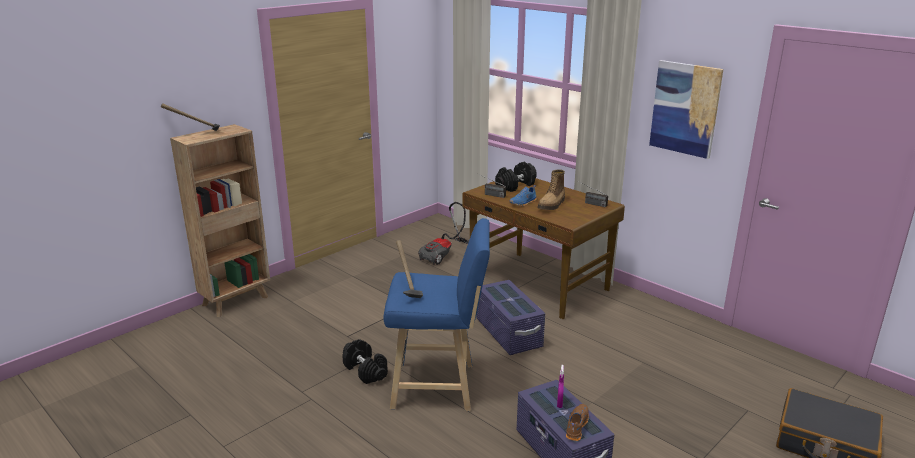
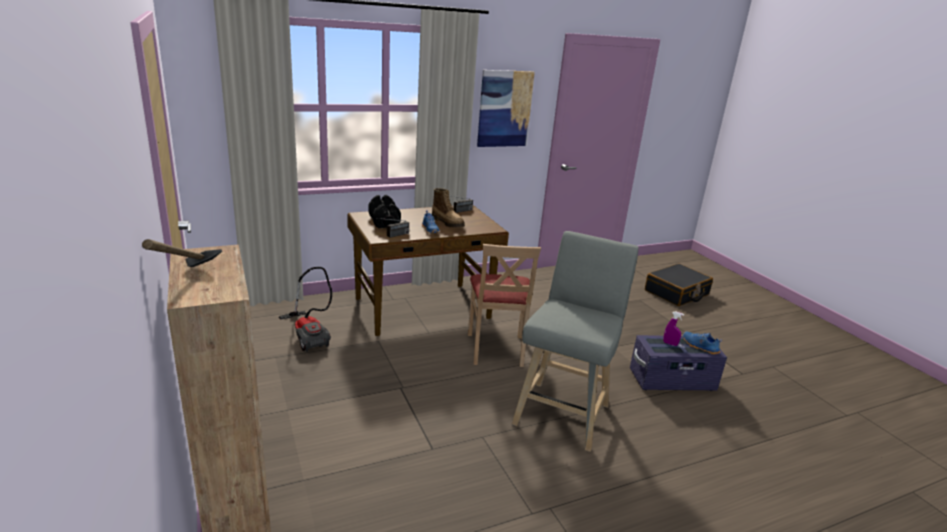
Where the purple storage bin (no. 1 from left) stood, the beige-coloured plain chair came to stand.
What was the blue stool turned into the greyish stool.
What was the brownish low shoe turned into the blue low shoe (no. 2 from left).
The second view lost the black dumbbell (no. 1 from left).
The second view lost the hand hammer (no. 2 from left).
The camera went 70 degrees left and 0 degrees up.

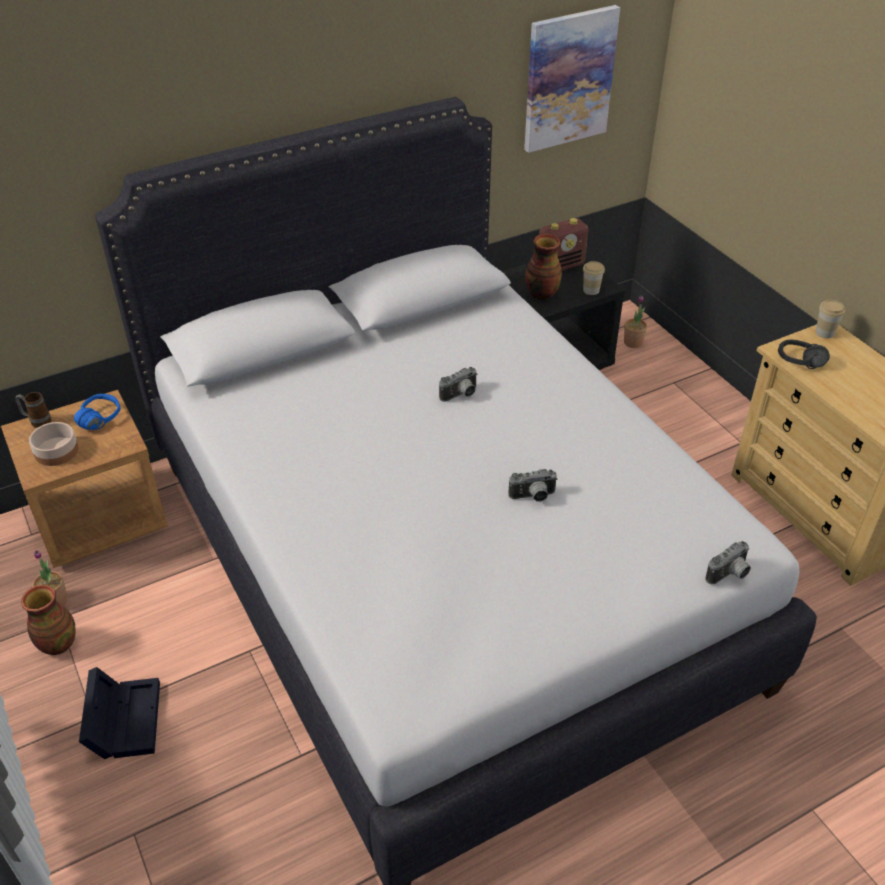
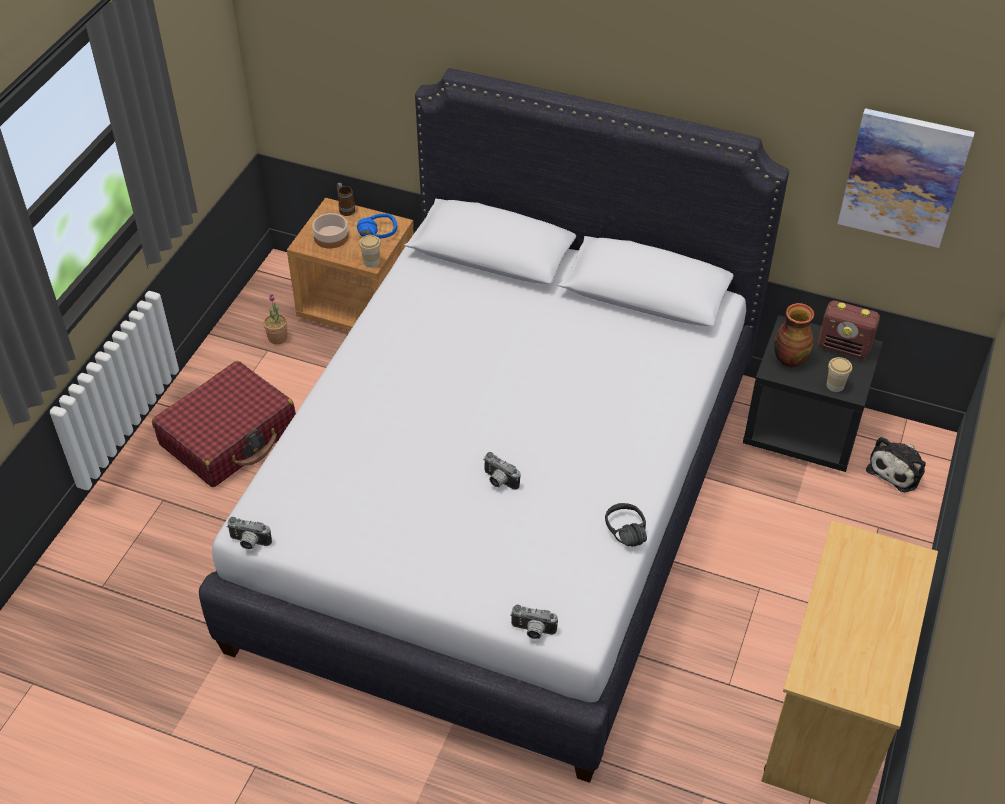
Where the black storage bin stood, the red-coloured travel case came to stand.
The still camera (no. 1 from left) ended up elsewhere.
The small cup (no. 2 from left in the first image) ended up elsewhere.
The black headphones ended up elsewhere.
Where the houseplant (no. 2 from left) stood, the plush toy came to stand.
The second view lost the decorative vase (no. 1 from left).
The camera went 50 degrees right and 5 degrees up.

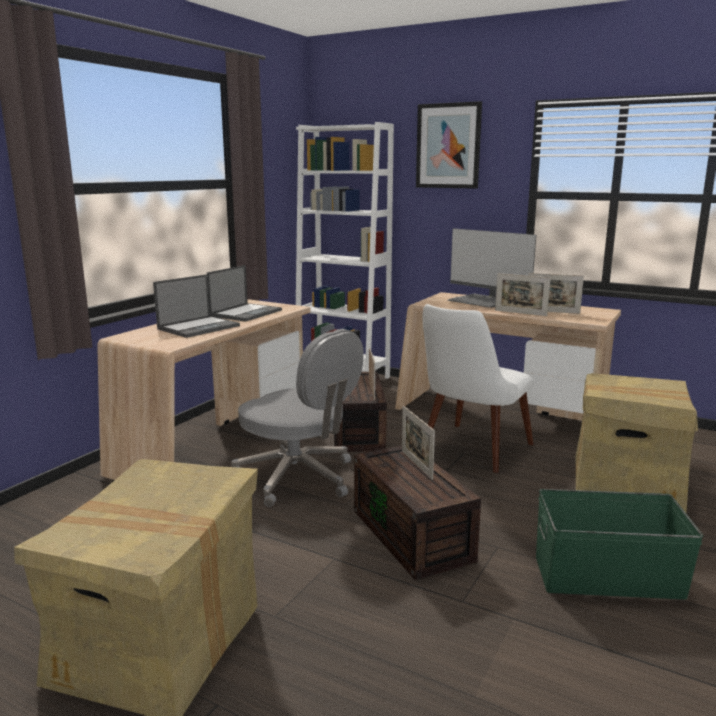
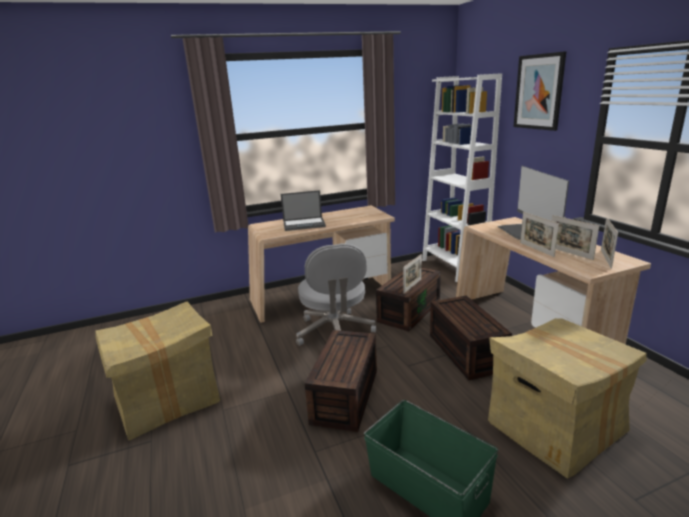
Where the white-coloured plain chair stood, the brownish storage bin (no. 3 from left) came to stand.
The photo frame (no. 2 from left in the first image) ended up elsewhere.
The second view lost the laptop (no. 2 from left).
The camera went 40 degrees right and 5 degrees up.

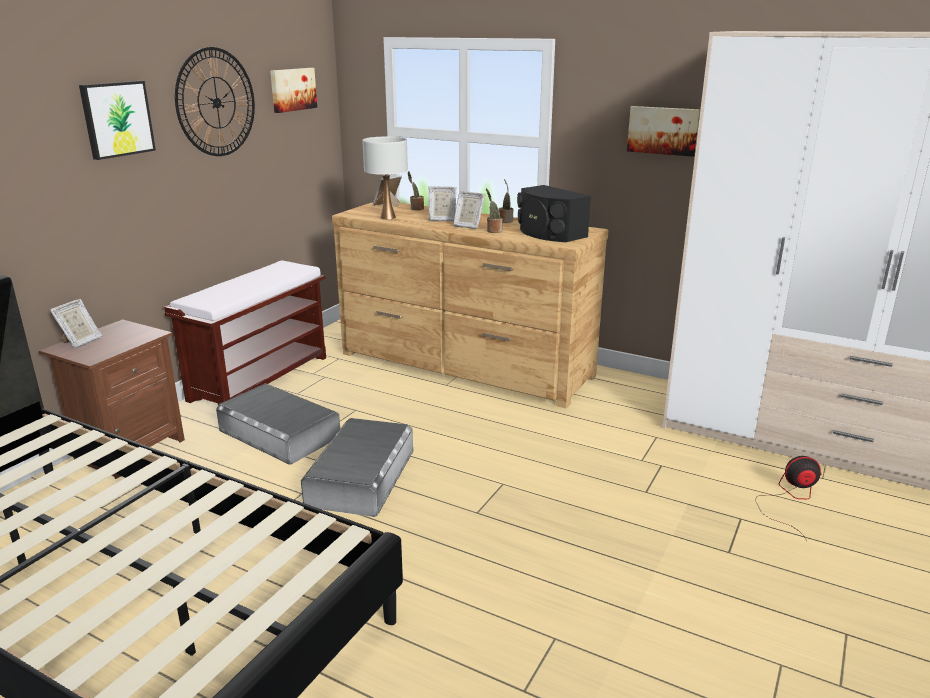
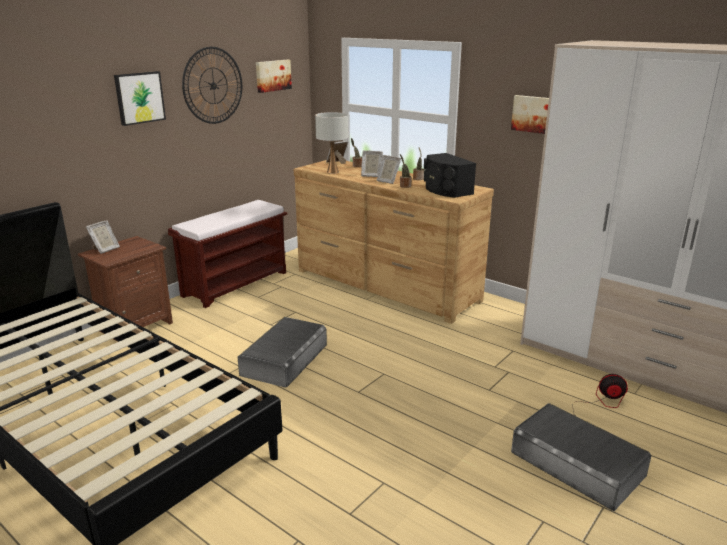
The greyish storage bin (no. 1 from left in the first image) ended up elsewhere.
The camera went 10 degrees right and 0 degrees up.

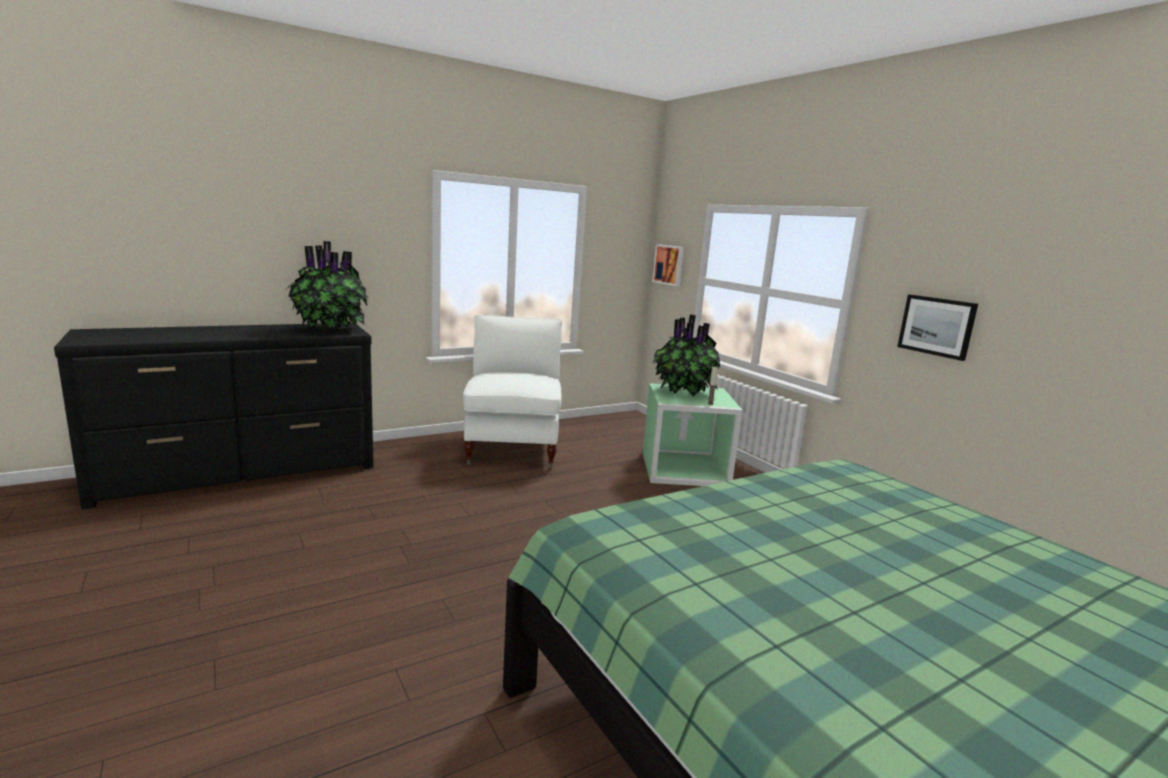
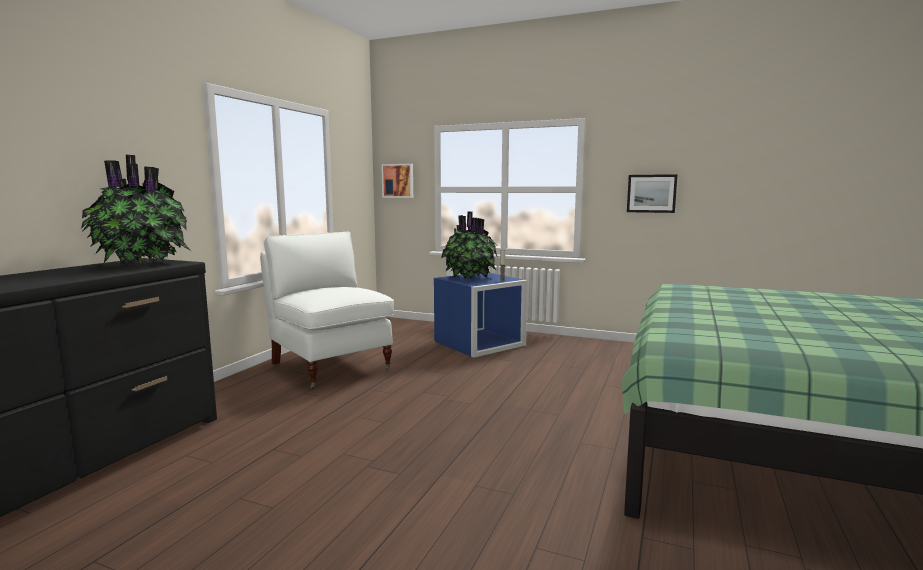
What was the green storage bin turned into the blue storage bin.
The camera went 35 degrees left and 5 degrees down.

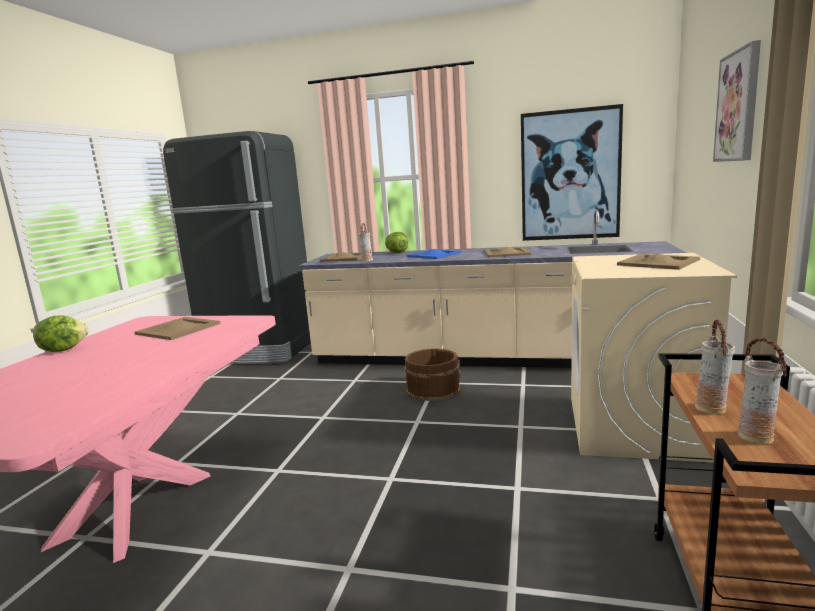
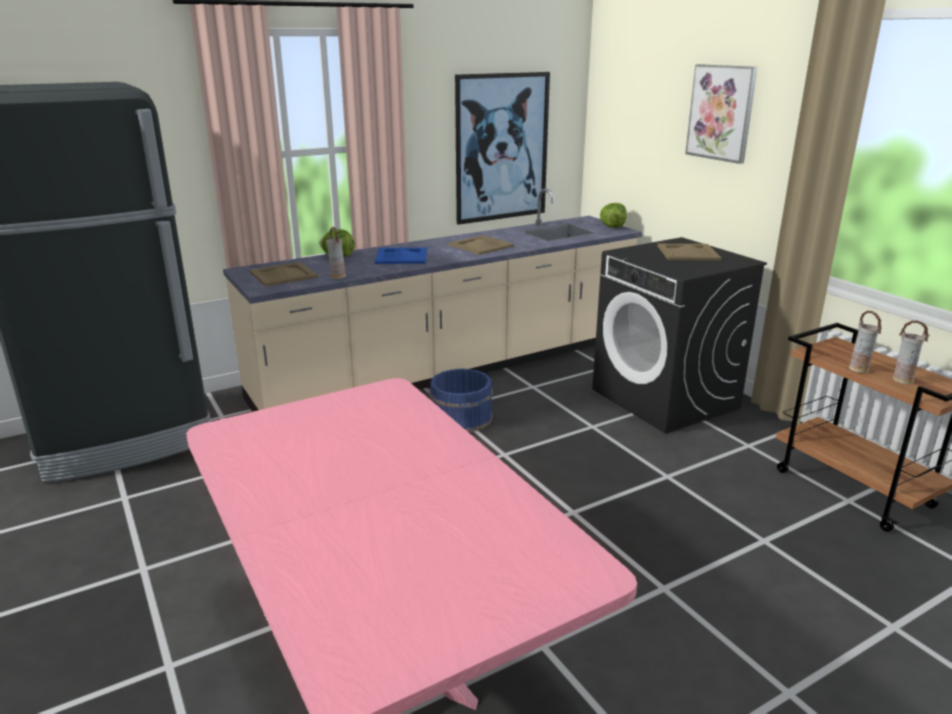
What was the brownish bucket turned into the blue bucket.
What was the beige-coloured laundry appliance turned into the black laundry appliance.
The lettuce head (no. 1 from left in the first image) ended up elsewhere.
The second view lost the beige-coloured carrying tray (no. 1 from left).
The camera went 45 degrees left and 10 degrees up.

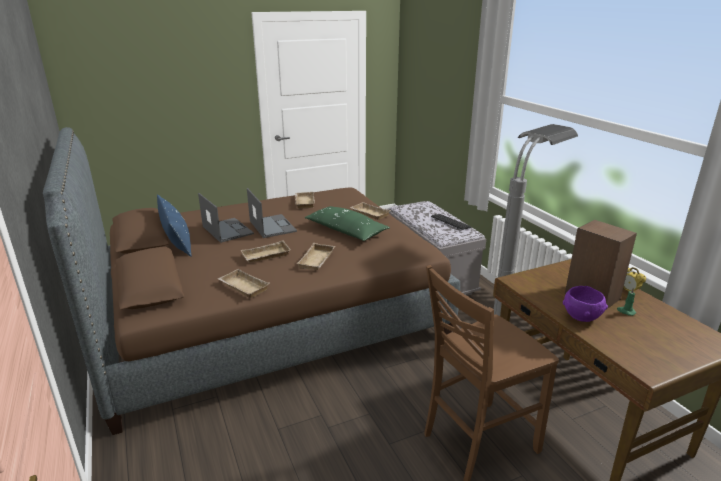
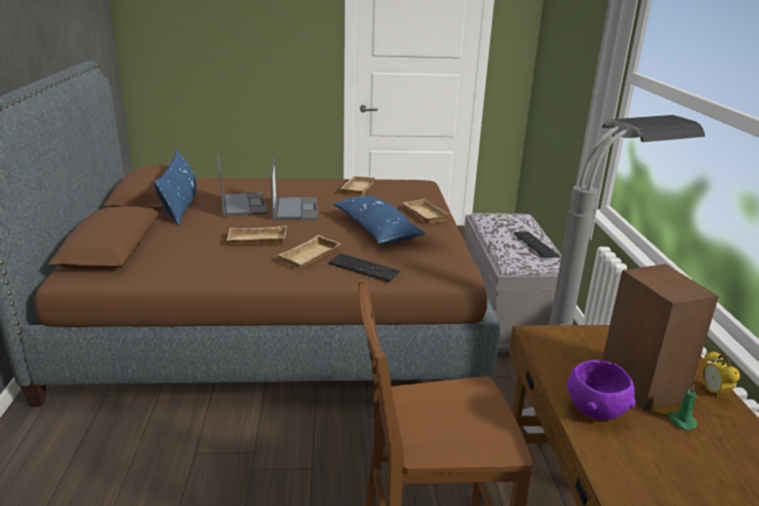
The second view gained the computer keyboard (no. 1 from left).
What was the green throw pillow turned into the blue throw pillow (no. 2 from left).
The second view lost the beige-coloured carrying tray (no. 1 from left).
The camera went 20 degrees right and 0 degrees up.

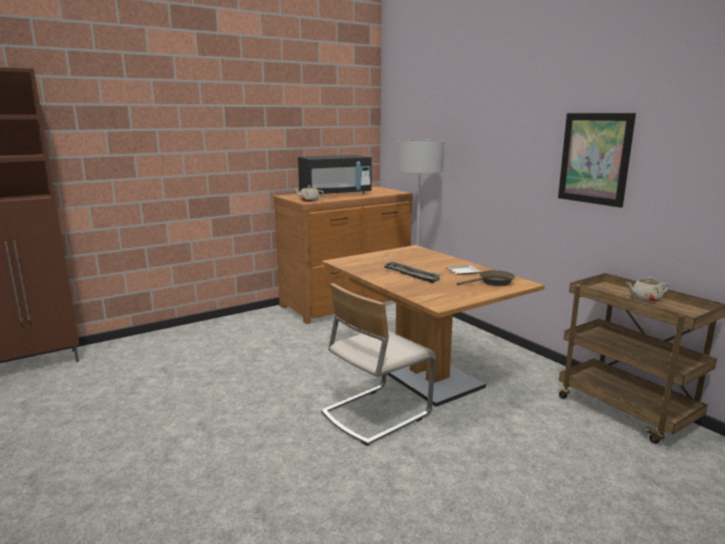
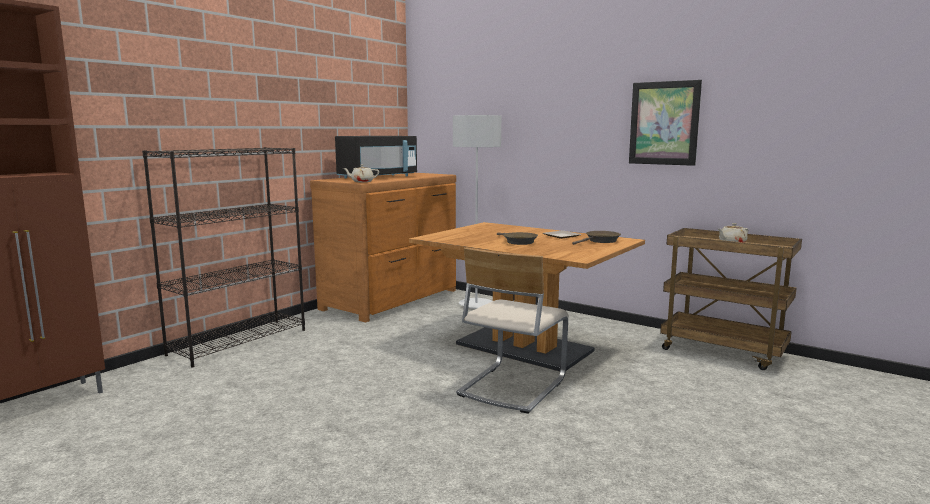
The second view gained the black bookcase.
Where the carrying tray stood, the brownish pan (no. 1 from left) came to stand.
The camera went 20 degrees left and 5 degrees down.

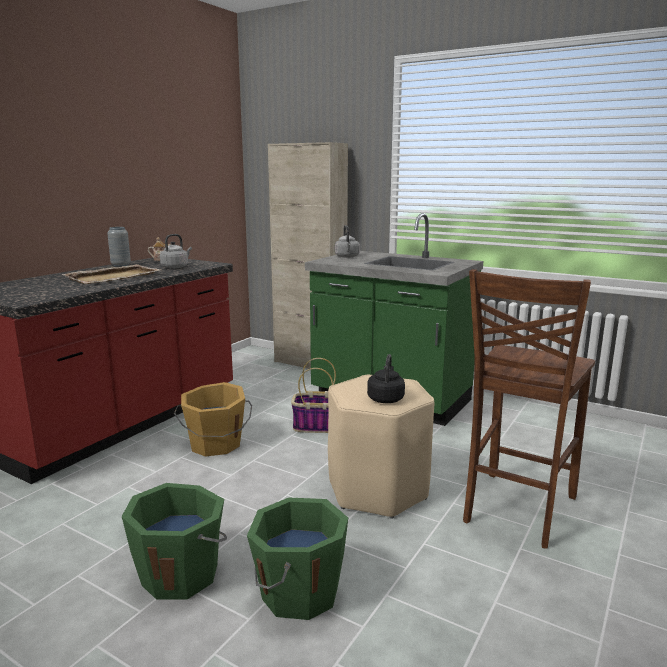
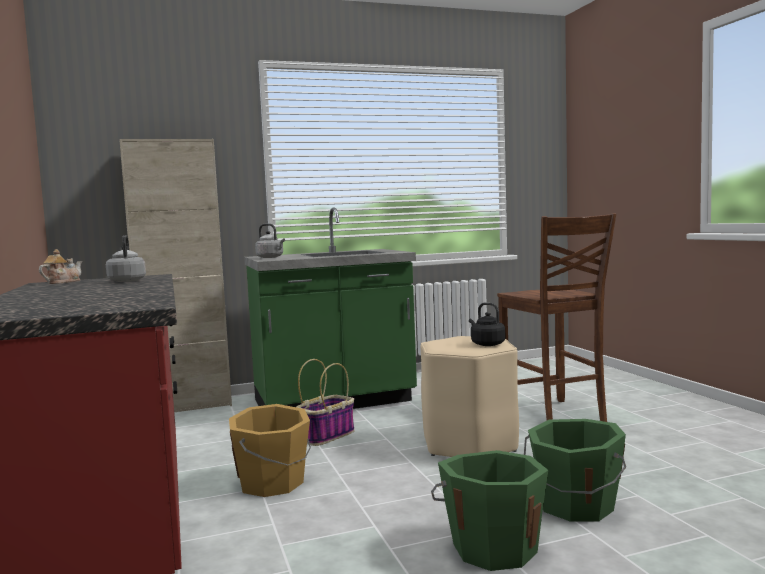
The second view lost the beige-coloured carrying tray.
The second view lost the greyish decorative vase.
The camera went 50 degrees left and 10 degrees down.

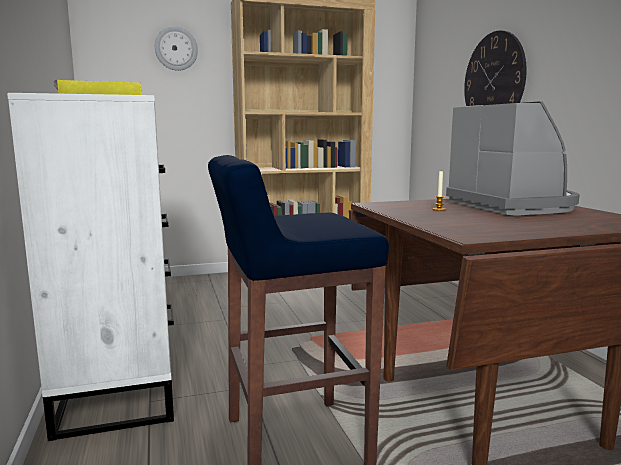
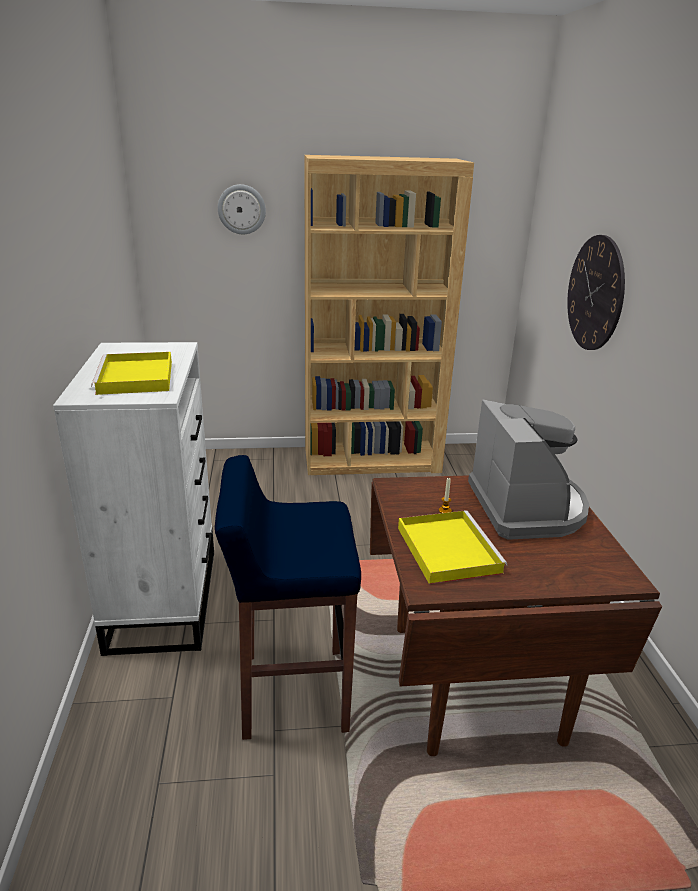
The second view gained the yellow-coloured carrying tray (no. 2 from left).
The camera went 10 degrees right and 15 degrees up.

